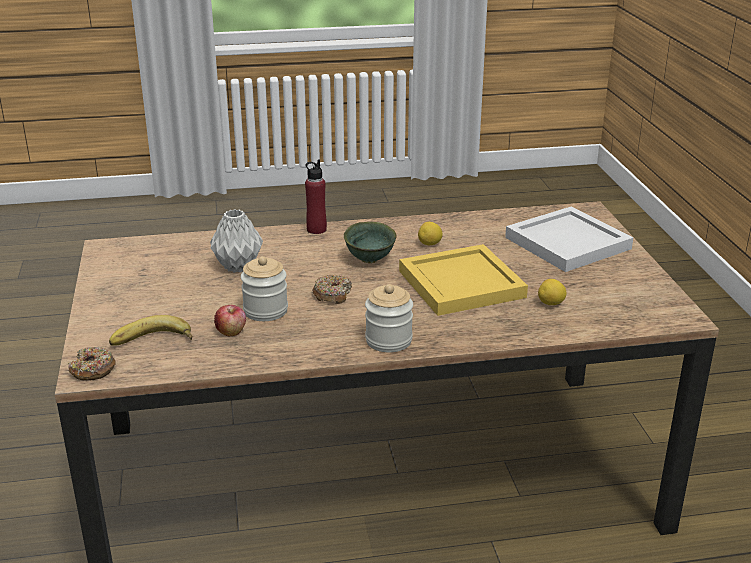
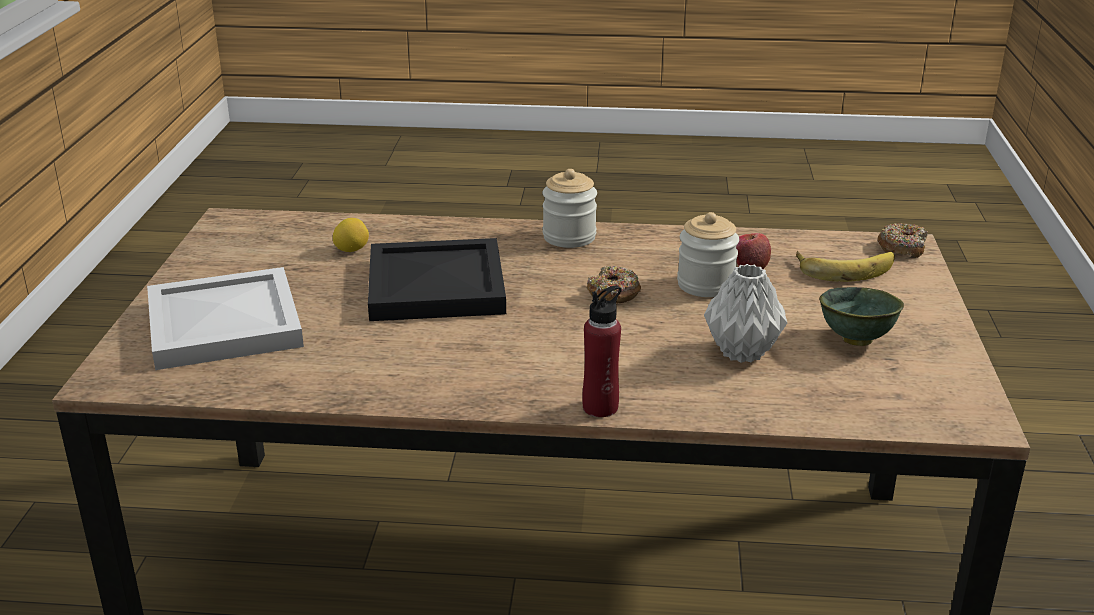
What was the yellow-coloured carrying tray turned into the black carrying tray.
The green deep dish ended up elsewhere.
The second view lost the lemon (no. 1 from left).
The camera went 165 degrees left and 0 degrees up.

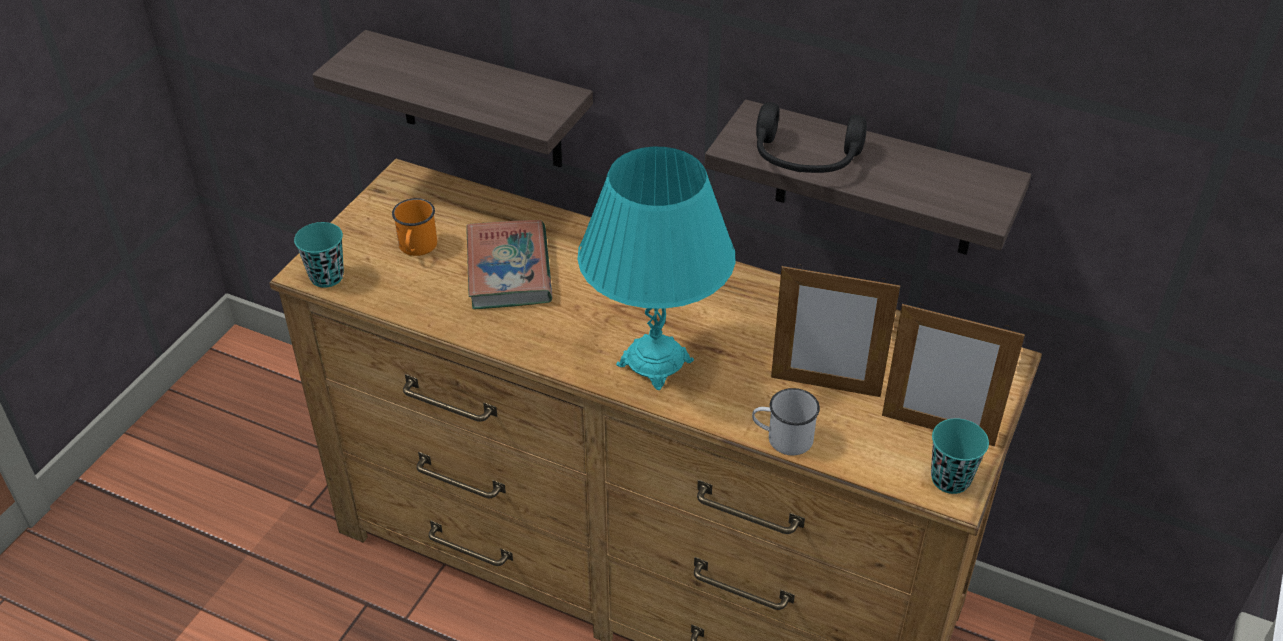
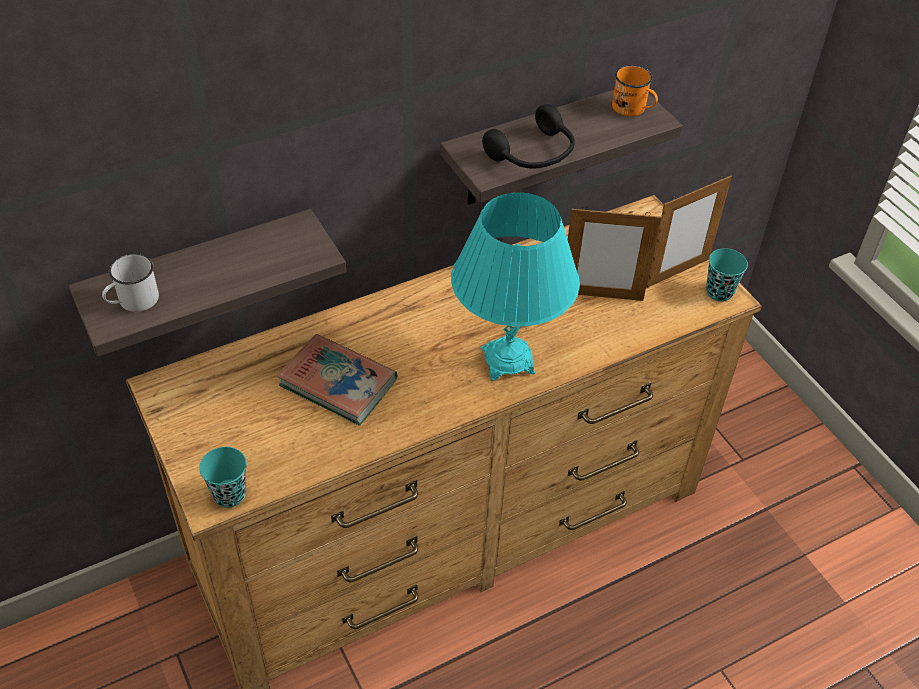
The white-coloured tea mug ended up elsewhere.
The photo frame (no. 1 from left) ended up facing another way, 45 degrees clockwise from before.
The orange tea mug ended up elsewhere.
The camera went 55 degrees left and 5 degrees up.

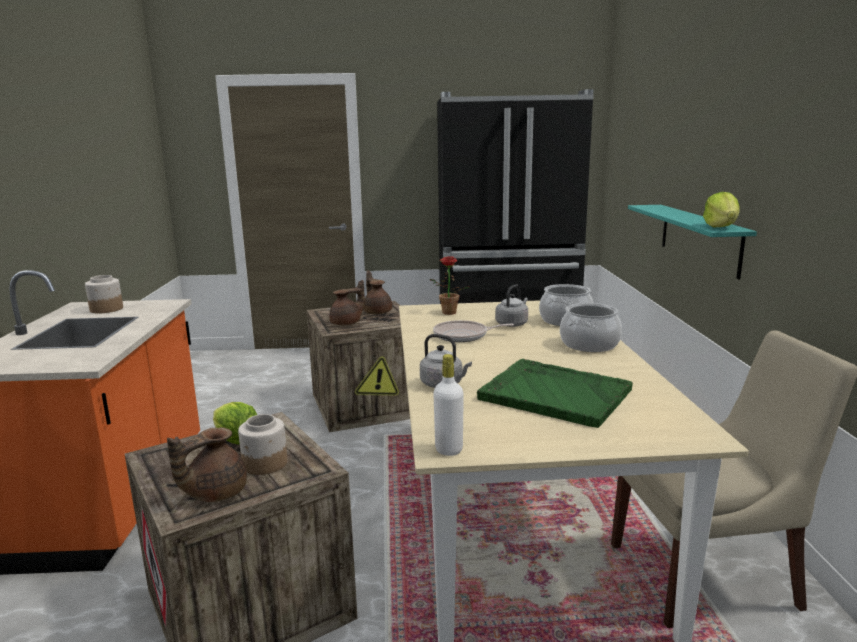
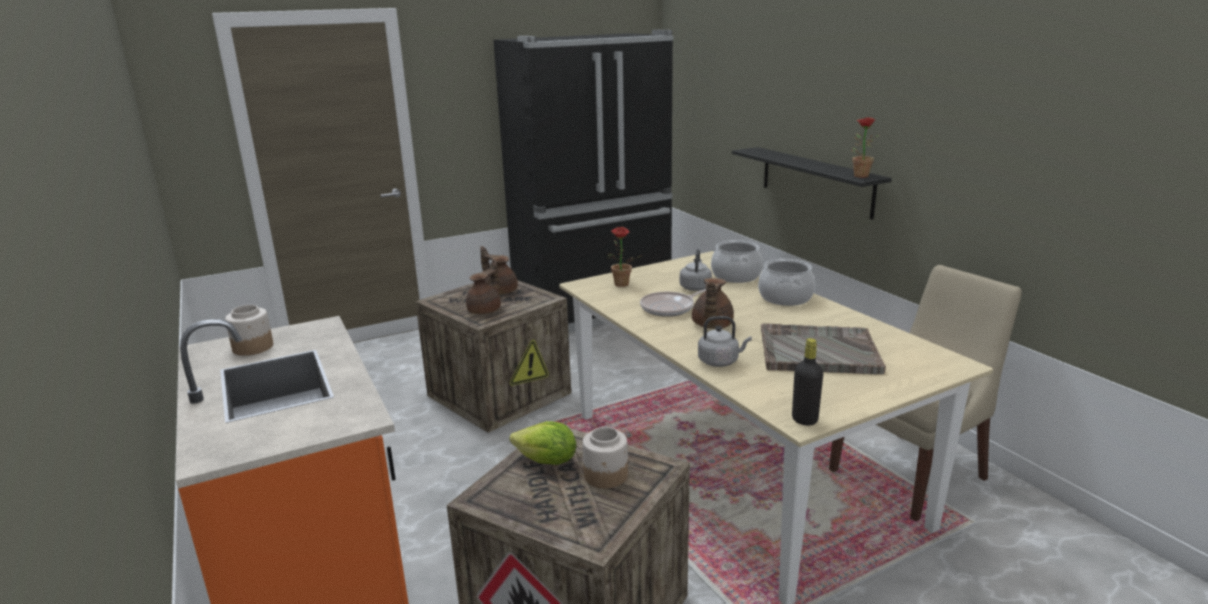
The brownish pot for tea (no. 1 from left in the first image) ended up elsewhere.
What was the turquoise-coloured shelf turned into the black shelf.
What was the green carrying tray turned into the greyish carrying tray.
What was the white-coloured bottle turned into the black bottle.
Where the lettuce head (no. 2 from left) stood, the houseplant (no. 2 from left) came to stand.
The camera went 25 degrees left and 5 degrees up.

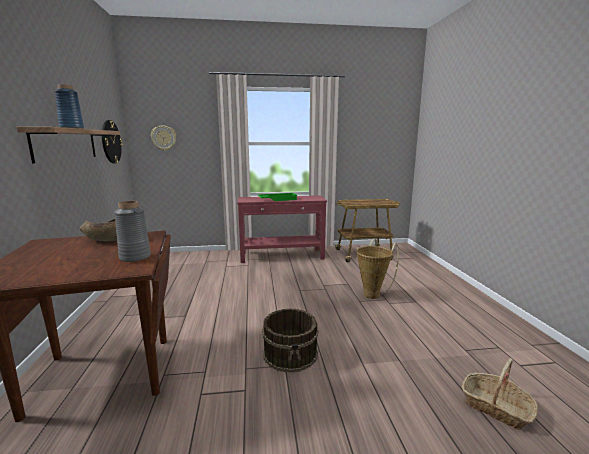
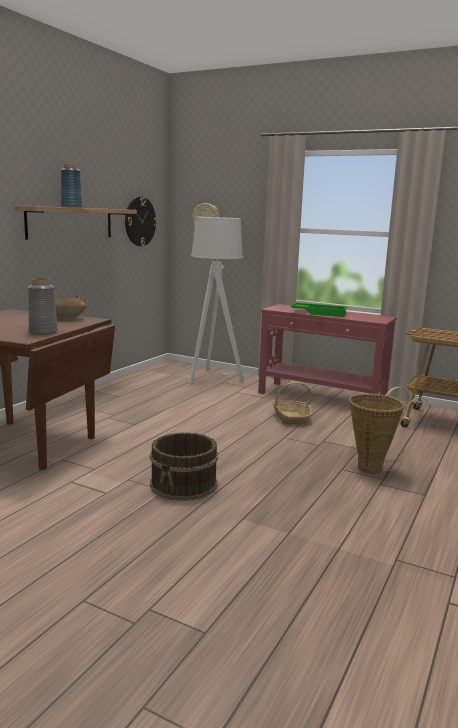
The second view gained the greyish standard lamp.
The household basket (no. 2 from left in the first image) ended up elsewhere.
The camera went 35 degrees right and 0 degrees up.

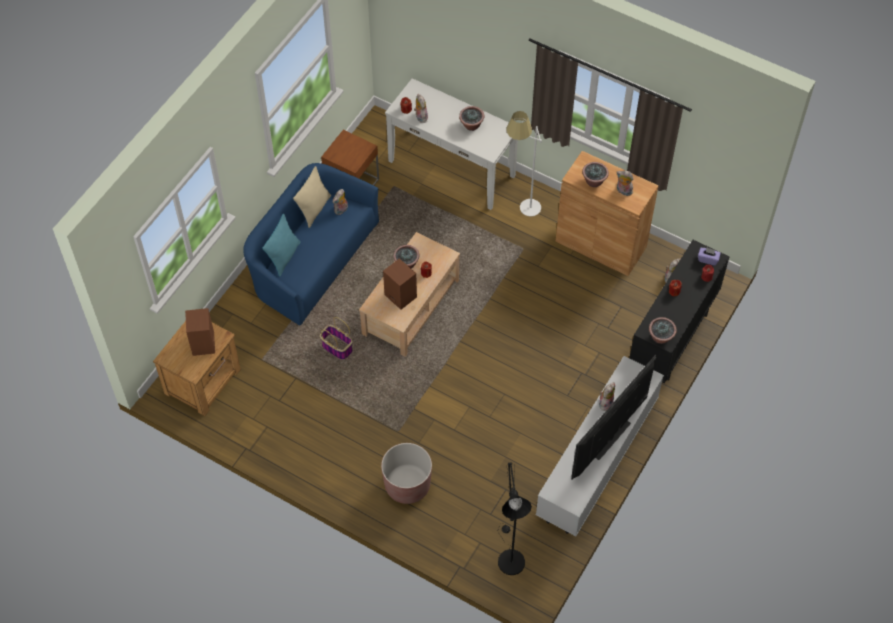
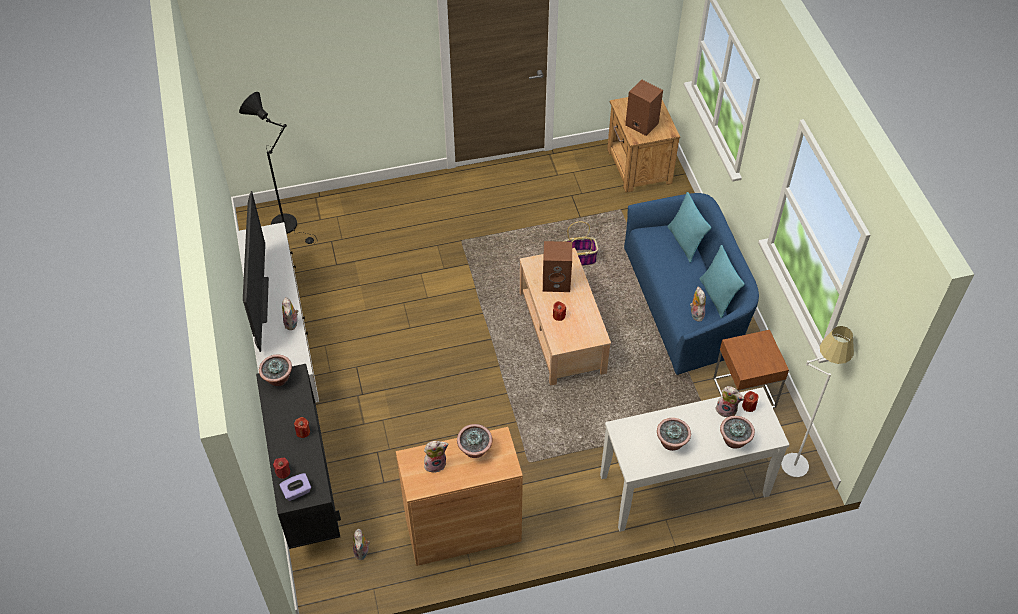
What was the beige-coloured throw pillow turned into the turquoise-coloured throw pillow (no. 2 from left).
The houseplant (no. 1 from left in the first image) ended up elsewhere.
The white-coloured standard lamp ended up elsewhere.
The second view lost the brownish plant pot.
The camera went 135 degrees right and 5 degrees down.

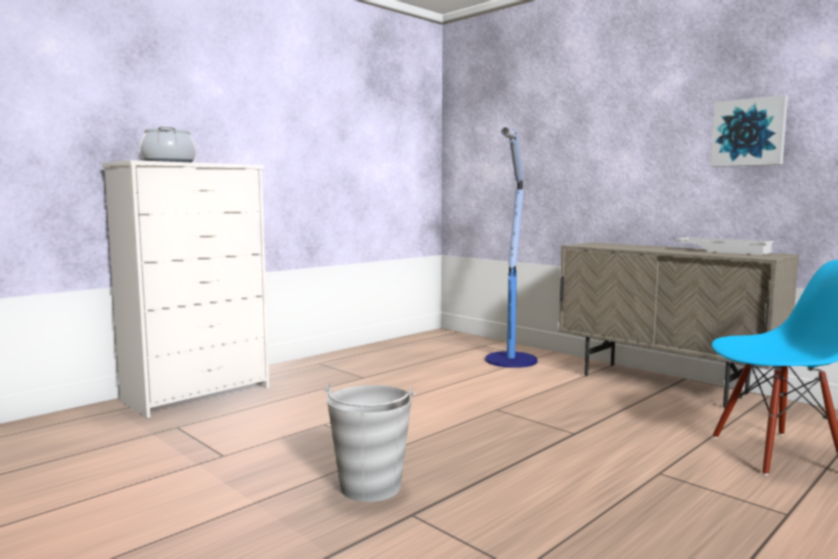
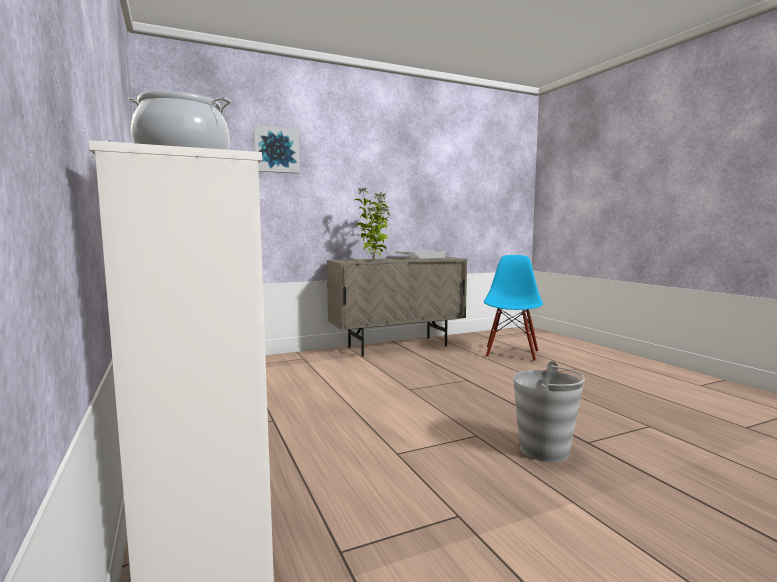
The picture ended up elsewhere.
The second view gained the houseplant.
The second view lost the standard lamp.
The camera went 70 degrees left and 0 degrees up.

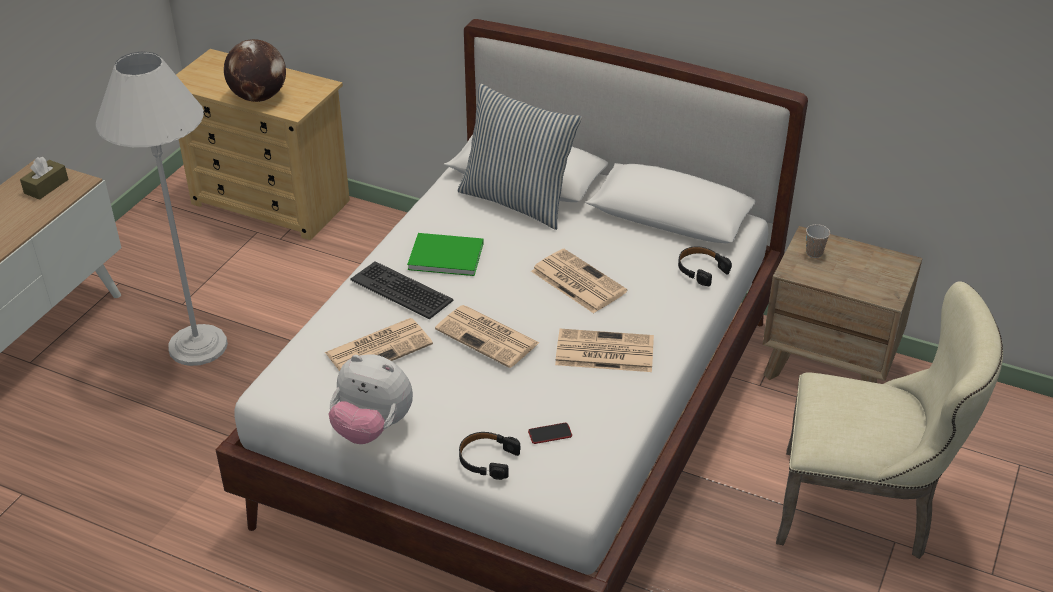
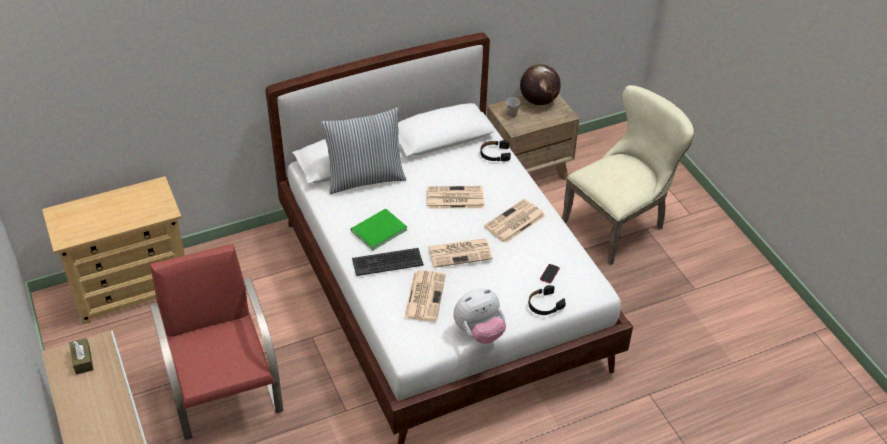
Where the white-coloured standard lamp stood, the red-coloured easy chair came to stand.
The world globe ended up elsewhere.
The camera went 50 degrees left and 5 degrees up.

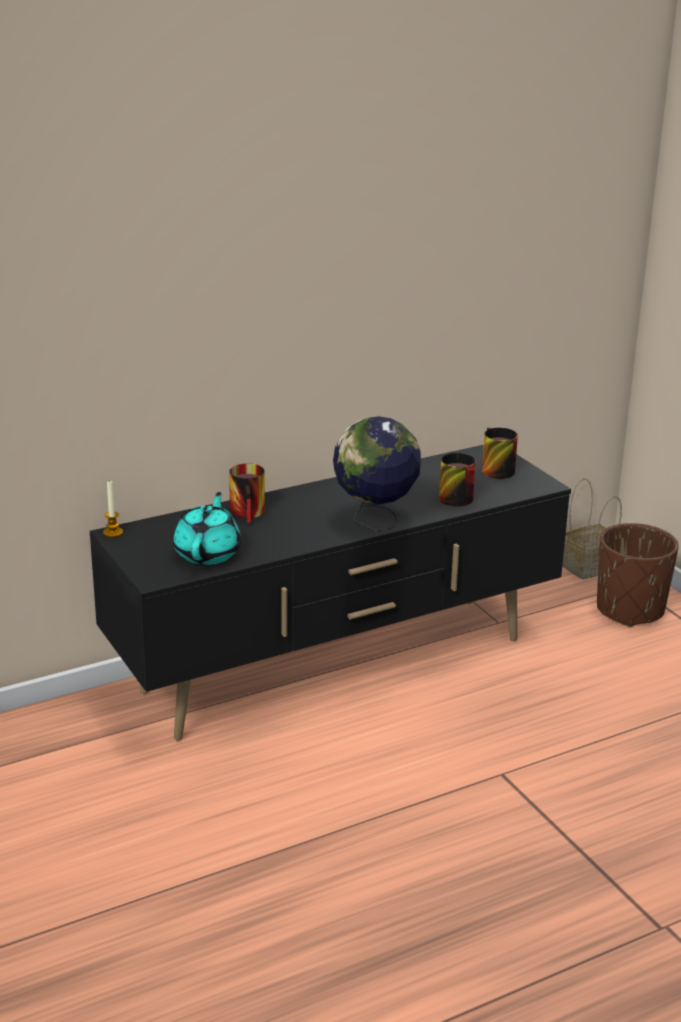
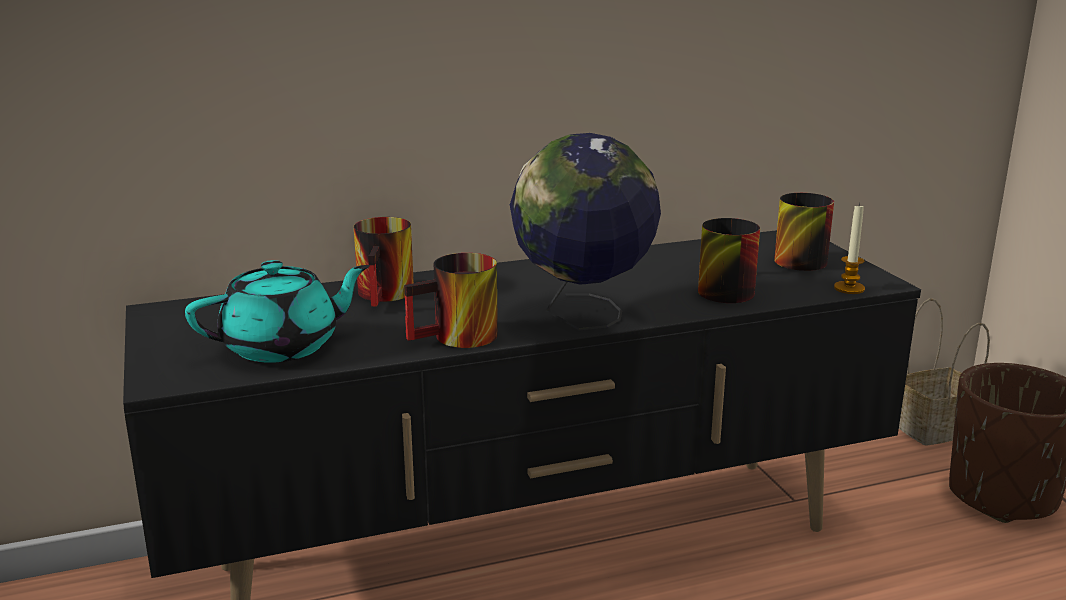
The turquoise-coloured pot for tea ended up facing another way, 45 degrees clockwise from before.
The second view gained the tea mug (no. 2 from left).
The candle ended up elsewhere.
The camera went 10 degrees right and 5 degrees down.

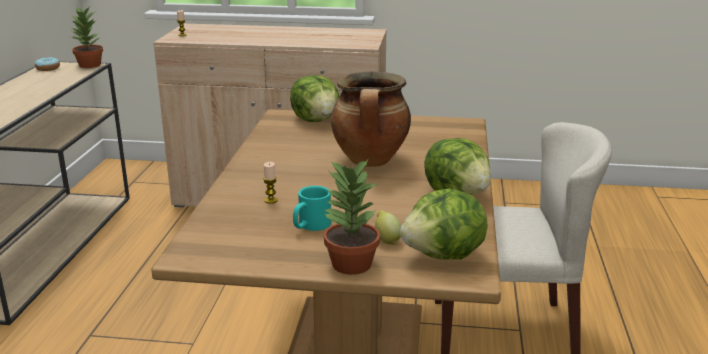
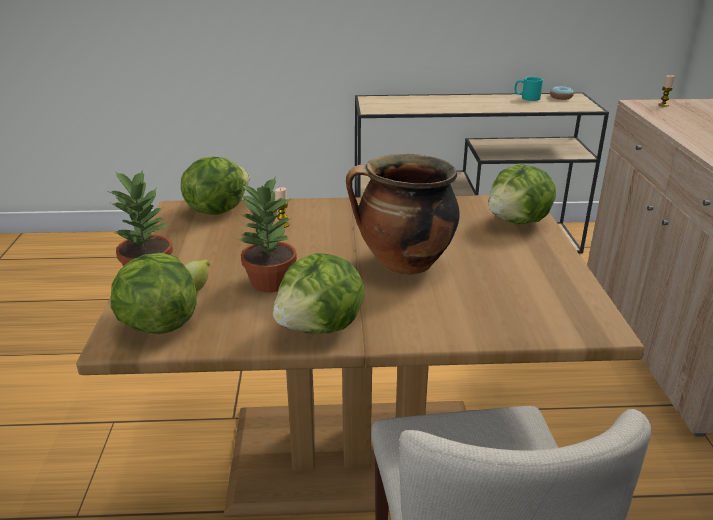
The second view gained the lettuce head (no. 2 from left).
The houseplant (no. 1 from left in the first image) ended up elsewhere.
The turquoise-coloured tea mug ended up elsewhere.
The camera went 80 degrees right and 5 degrees up.

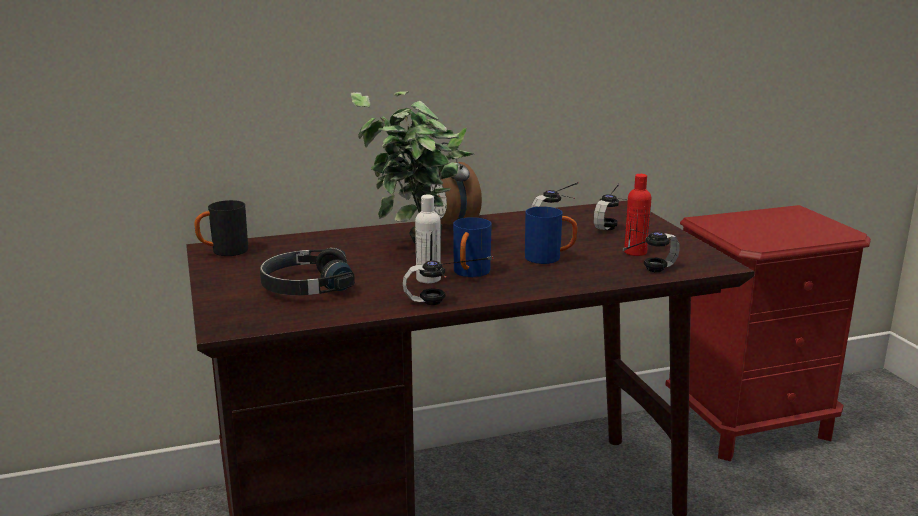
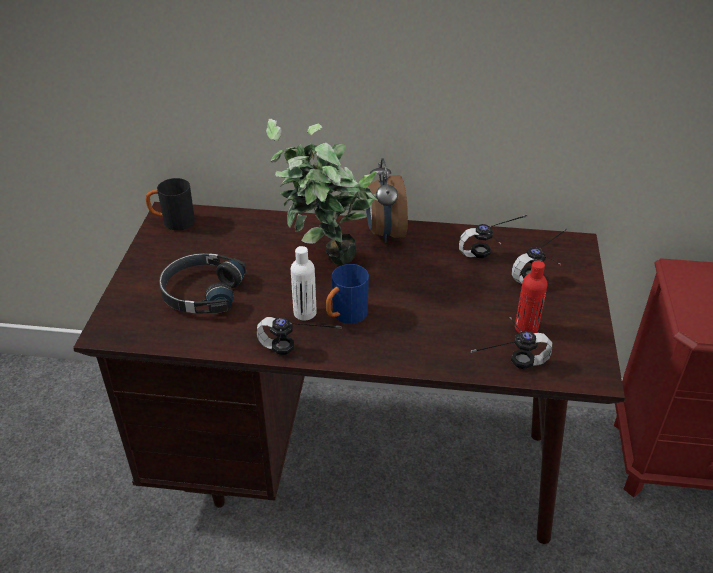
The second view lost the blue tea mug (no. 2 from left).
The camera went 25 degrees right and 20 degrees up.

